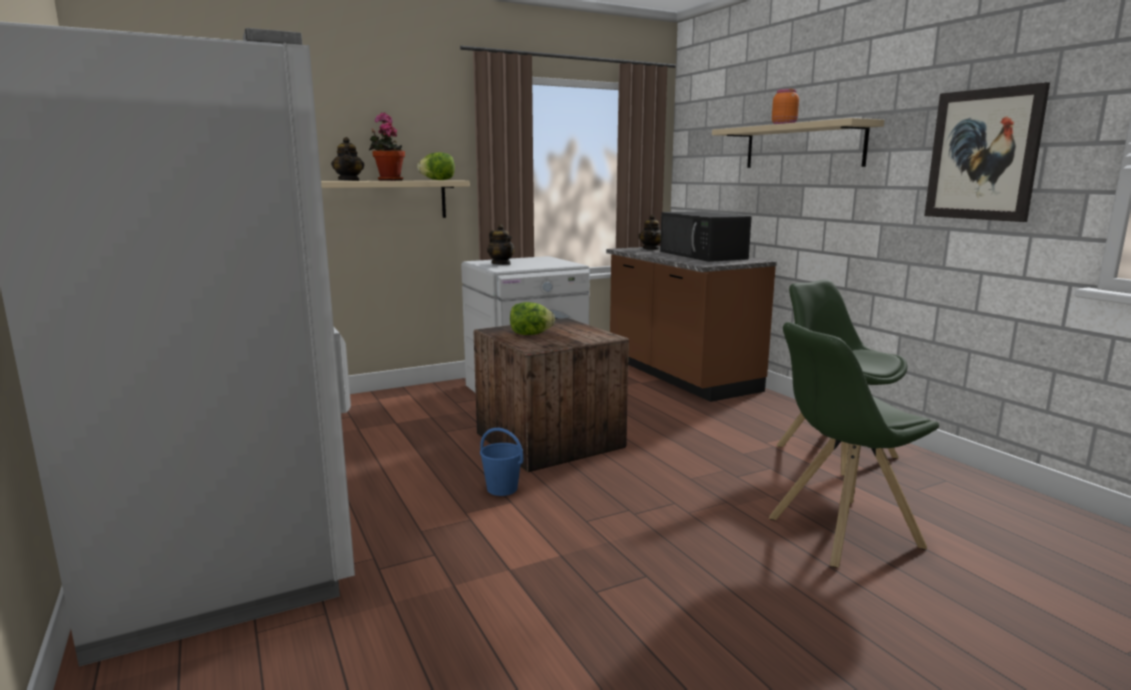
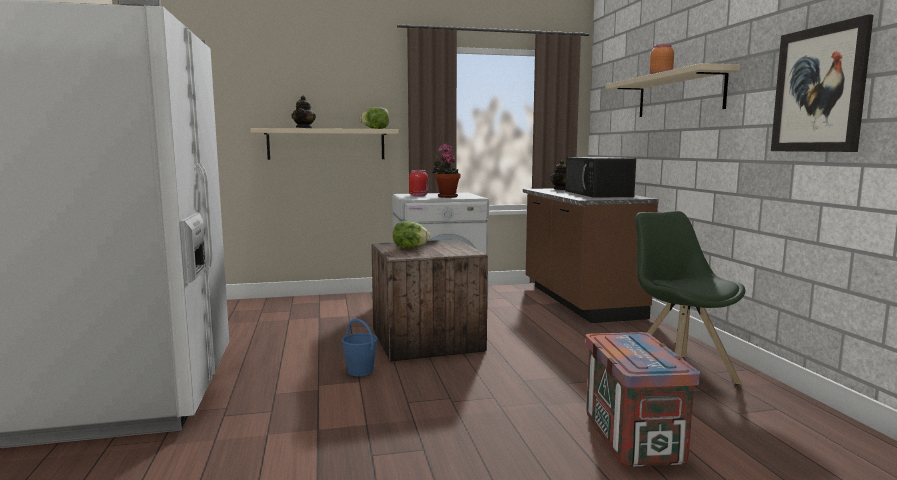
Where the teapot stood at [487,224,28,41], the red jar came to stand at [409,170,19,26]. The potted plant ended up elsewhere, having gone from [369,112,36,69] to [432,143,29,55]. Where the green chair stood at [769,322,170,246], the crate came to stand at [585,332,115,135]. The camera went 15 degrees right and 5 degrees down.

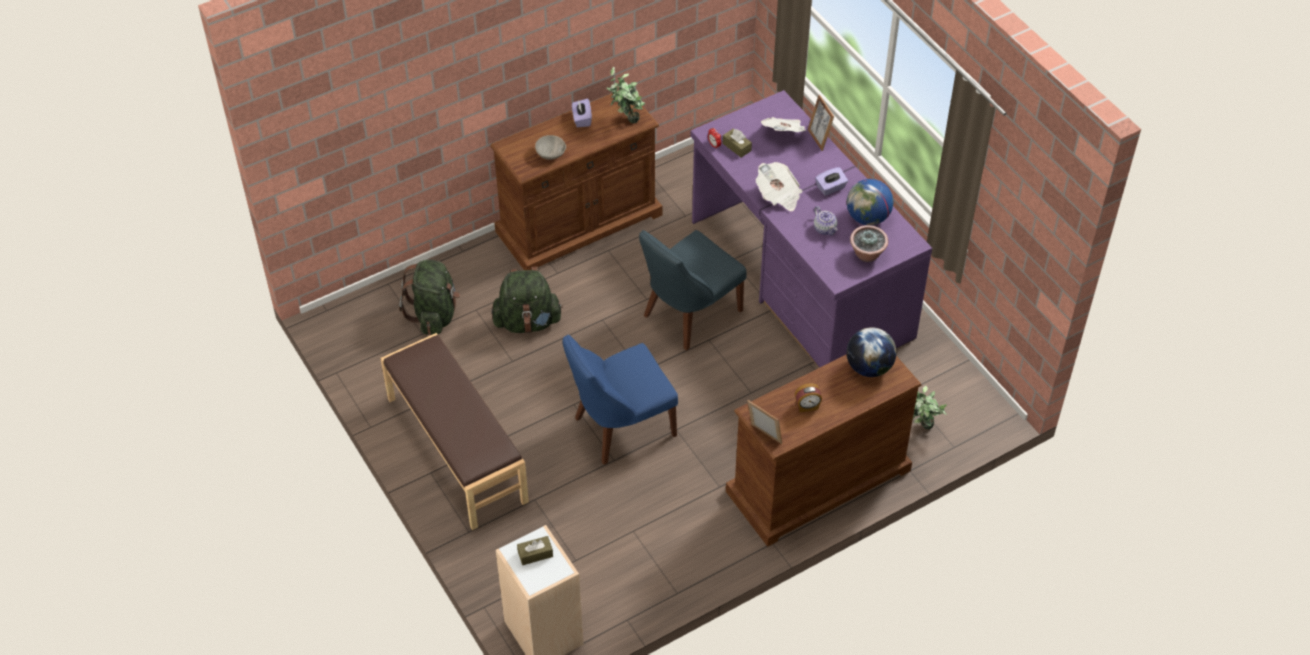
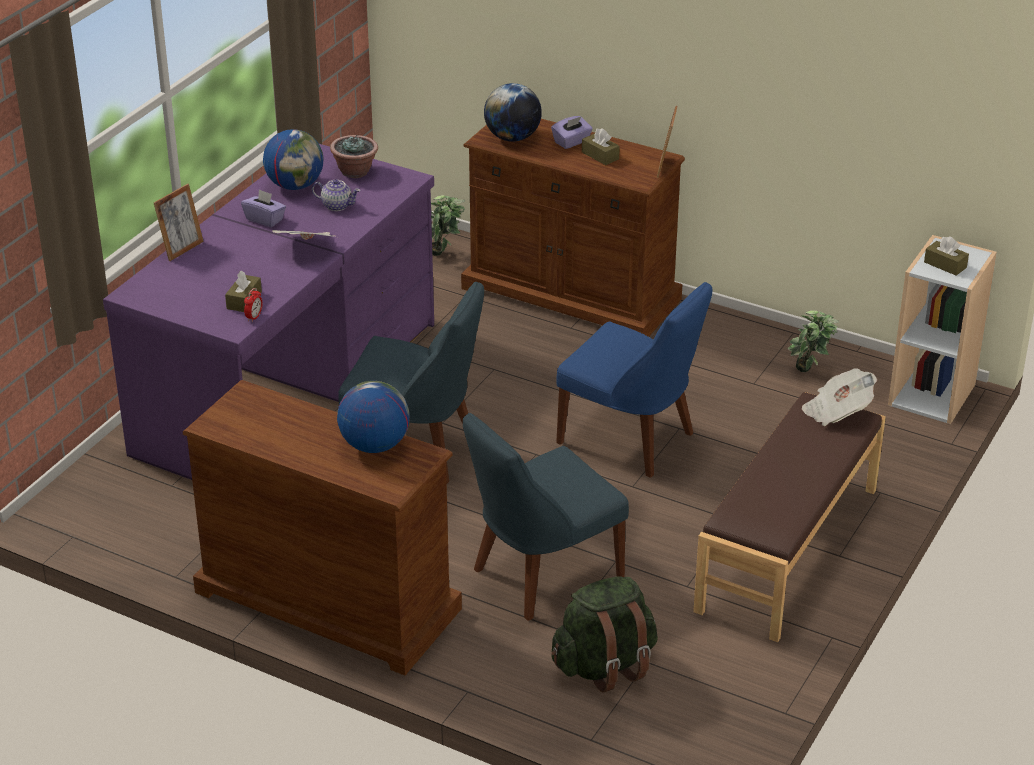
The teapot at [814,206,23,30] ended up facing another way, 75 degrees clockwise from before. Where the grey bowl stood at [535,135,31,25], the globe came to stand at [337,381,72,72]. Where the green backpack stood at [491,267,72,66], the blue chair came to stand at [463,413,166,208]. The purple tissue box ended up elsewhere, having gone from [572,99,20,28] to [551,116,42,33]. Where the alarm clock stood at [795,383,27,29], the brown tissue box came to stand at [582,128,38,37]. The potted plant ended up elsewhere, having gone from [606,66,39,58] to [788,310,51,62]. The newspaper ended up elsewhere, having gone from [761,117,45,15] to [802,368,75,58]. The camera went 120 degrees left and 15 degrees down.

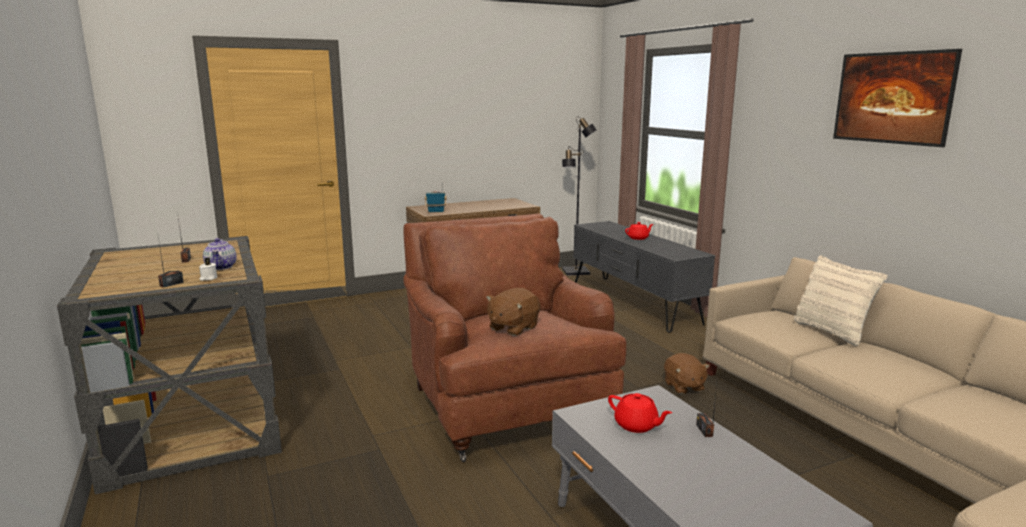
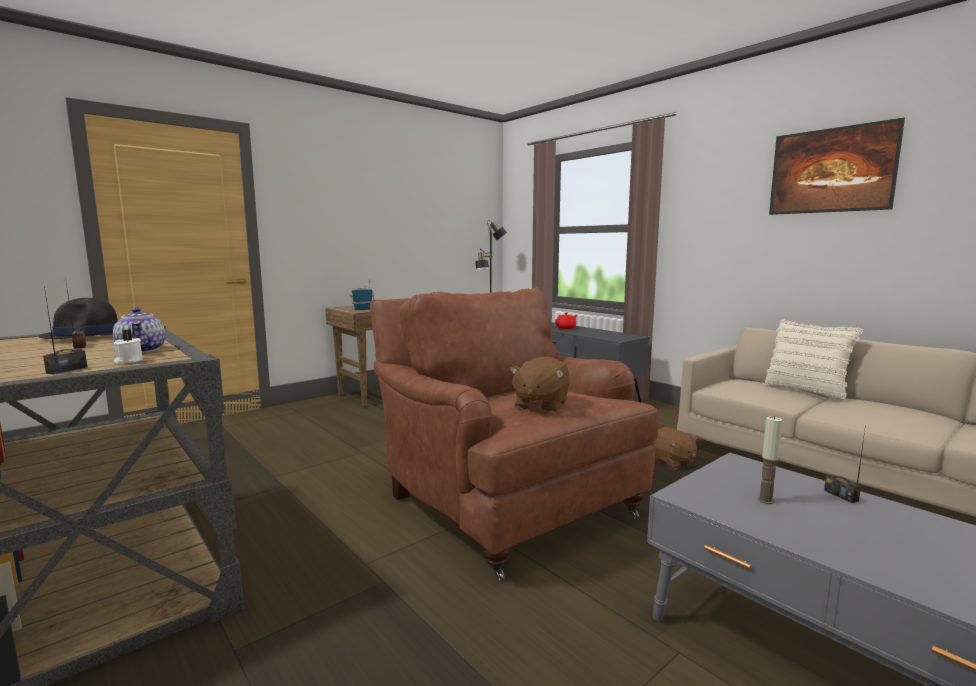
The second view gained the black hat at [39,298,79,41]. Where the red teapot stood at [608,393,64,40], the candle came to stand at [758,416,24,88]. The camera went 15 degrees left and 5 degrees down.

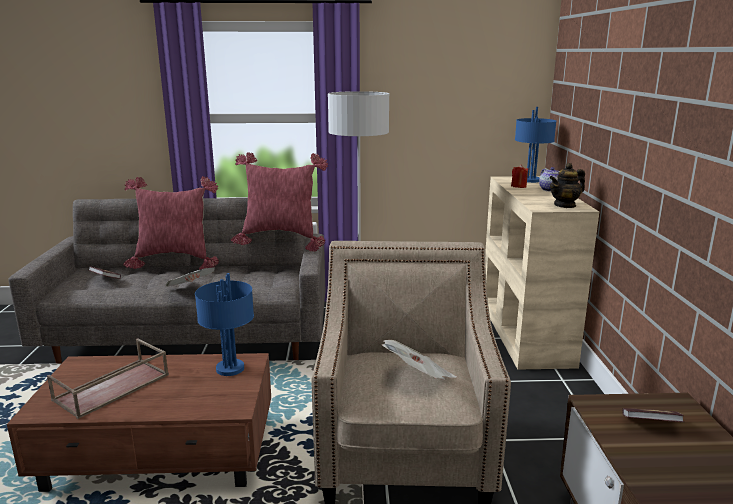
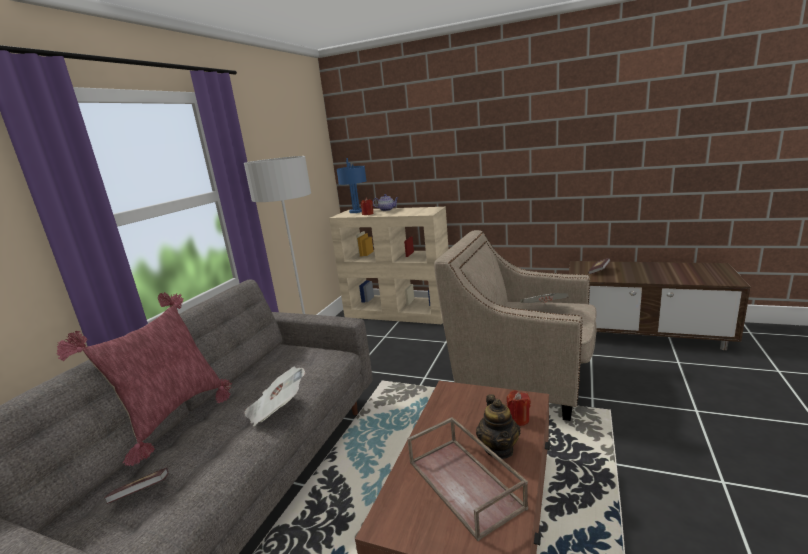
The teapot ended up elsewhere, having gone from [550,163,35,45] to [476,394,44,65]. The second view gained the red candle at [507,390,24,36]. The second view lost the blue table lamp at [195,273,59,103]. The second view lost the red pillow at [231,152,97,100]. The camera went 65 degrees left and 0 degrees up.

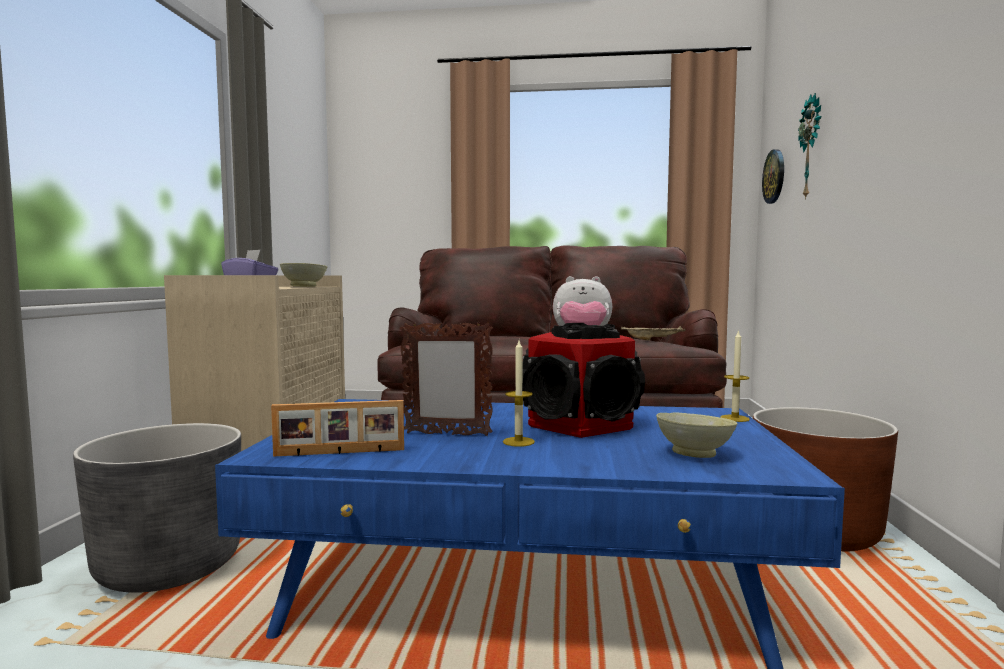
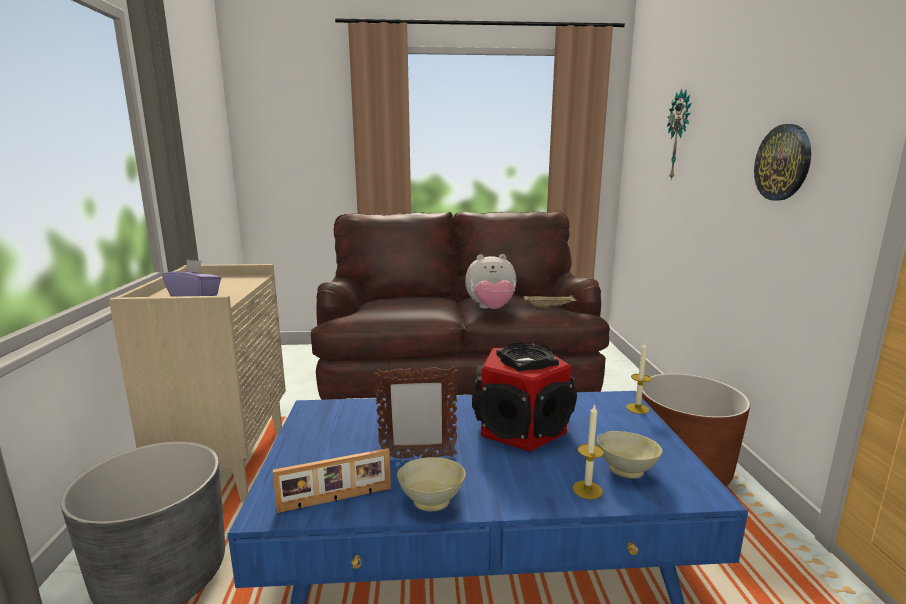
The beige bowl ended up elsewhere, having gone from [280,263,47,24] to [397,457,69,54]. The candle ended up elsewhere, having gone from [503,340,32,107] to [573,404,31,95]. The wall clock ended up elsewhere, having gone from [762,149,22,55] to [754,124,57,77]. The camera went 10 degrees left and 10 degrees up.

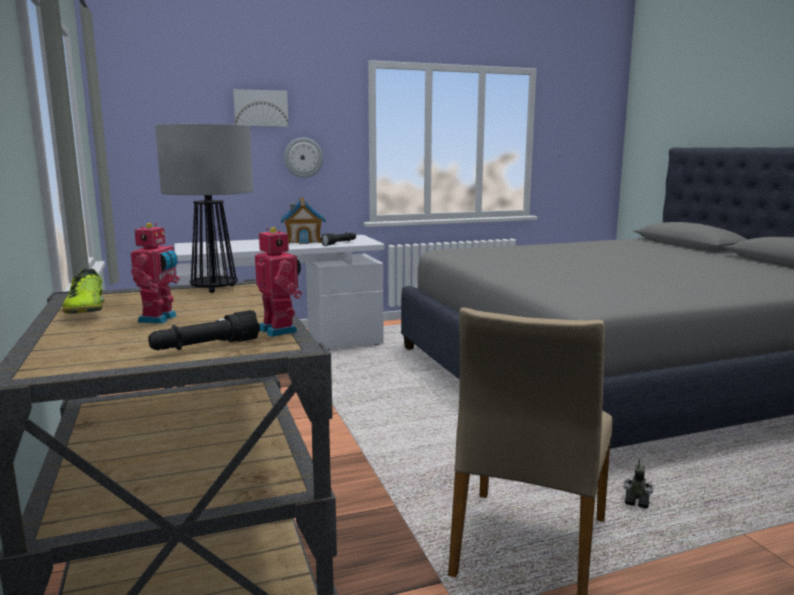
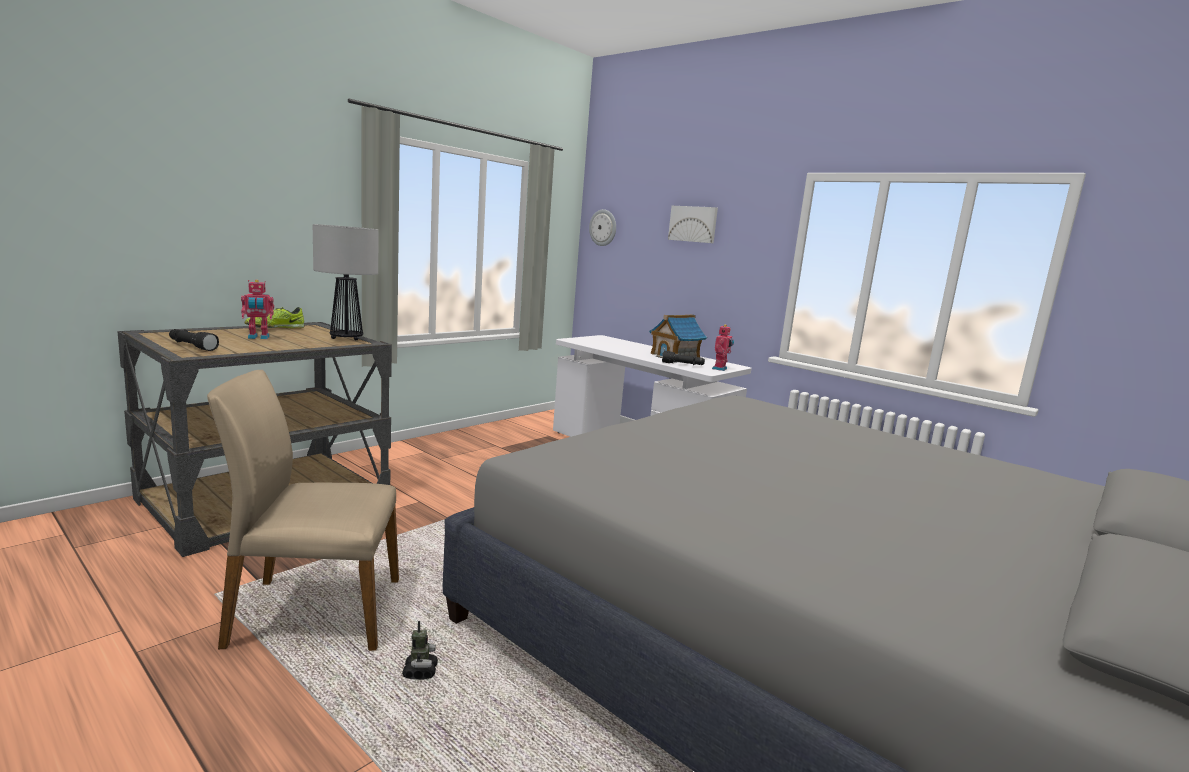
The wall clock ended up elsewhere, having gone from [284,138,39,40] to [589,209,27,37]. The toy robot ended up elsewhere, having gone from [255,227,47,110] to [712,325,22,46]. The camera went 60 degrees right and 0 degrees up.

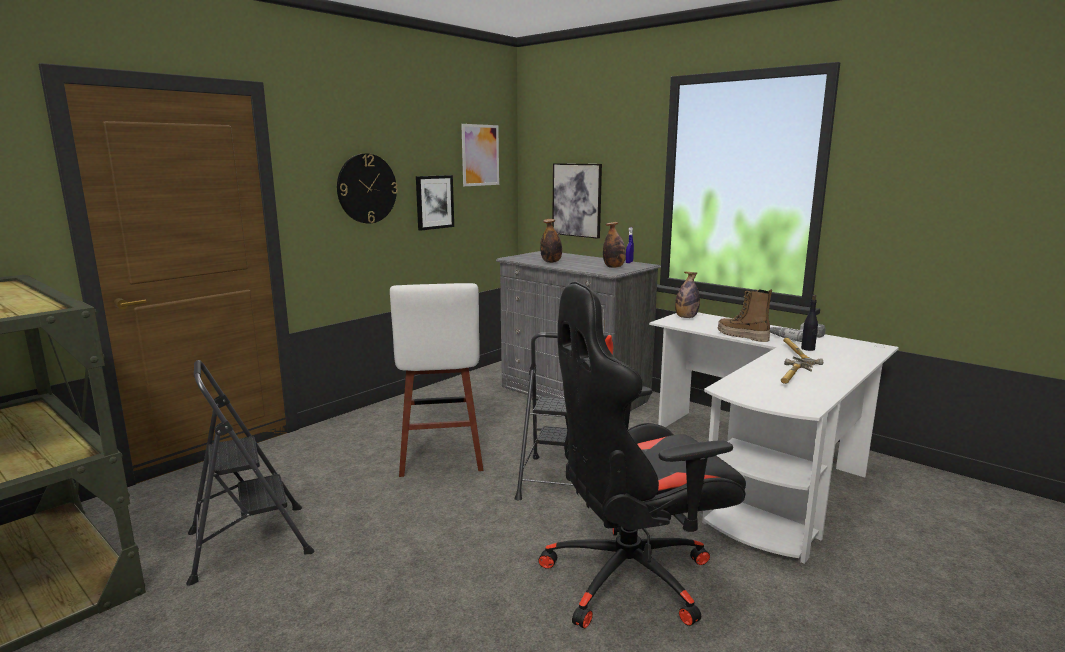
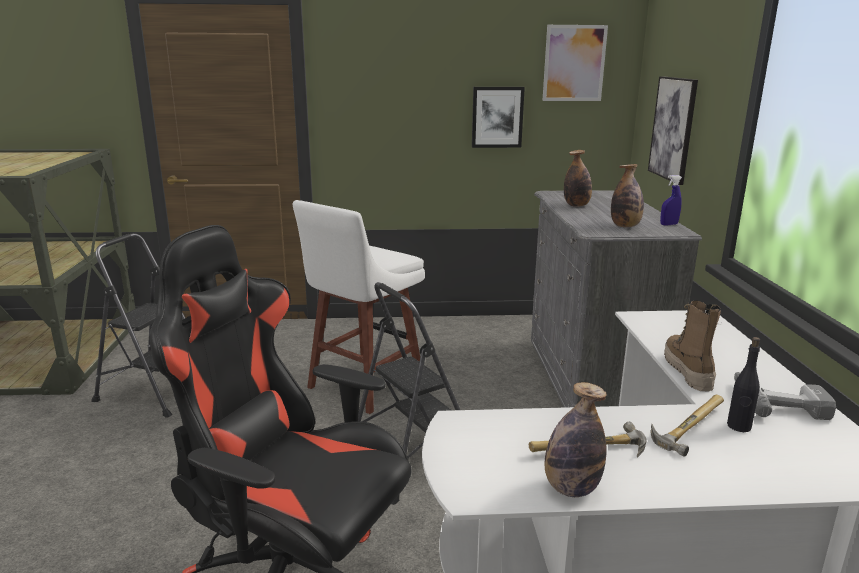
The bottle ended up elsewhere, having gone from [675,272,25,46] to [545,382,62,115]. The second view lost the wall clock at [337,153,61,71]. The camera went 45 degrees right and 5 degrees up.

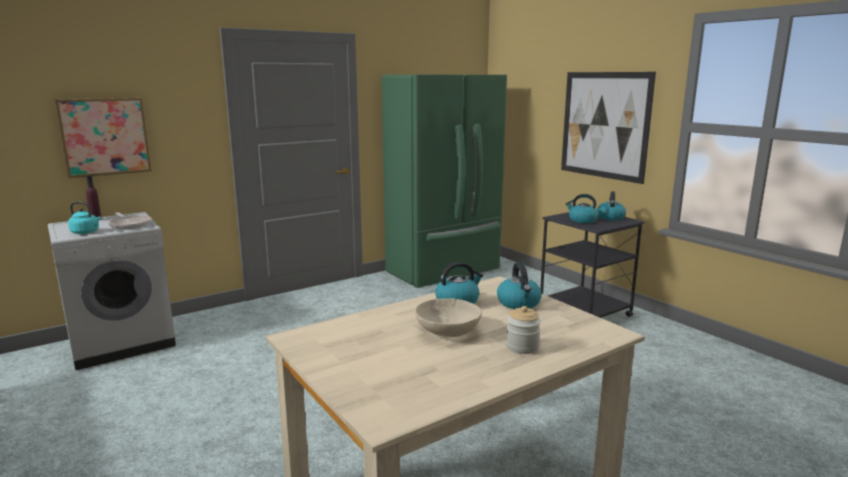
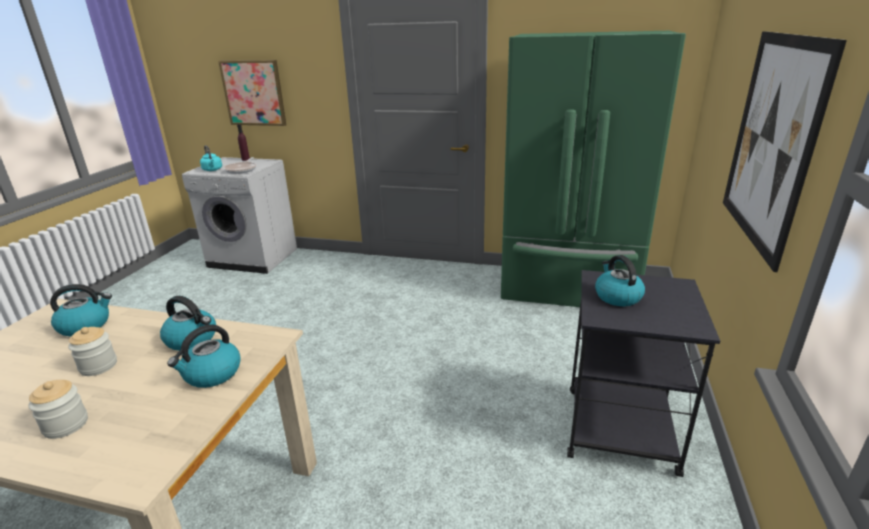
The kettle ended up elsewhere, having gone from [597,191,29,29] to [50,284,62,53]. Where the beige bowl stood at [415,298,67,39], the jar came to stand at [68,327,49,49]. The camera went 50 degrees right and 10 degrees up.

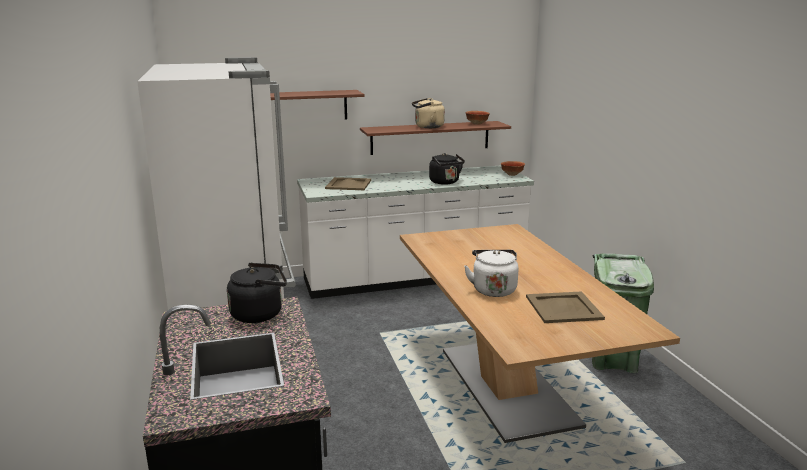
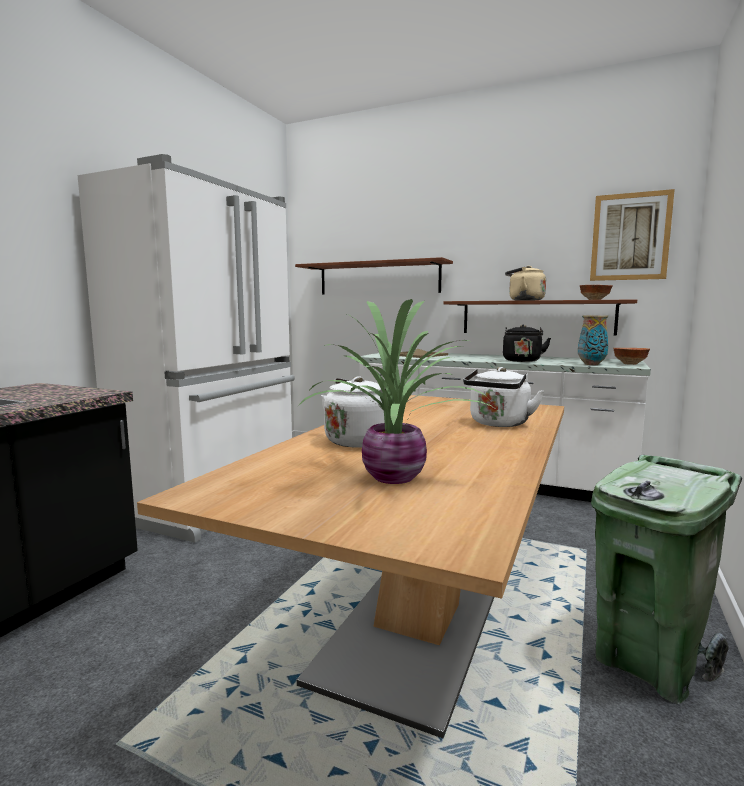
Where the beige tray stood at [526,291,79,32], the potted plant came to stand at [297,299,200,185]. The second view gained the white kettle at [463,367,81,60]. The second view gained the vase at [578,315,30,50]. The second view gained the picture at [590,189,85,92]. The second view lost the black kettle at [227,263,60,60]. The camera went 40 degrees right and 10 degrees down.

